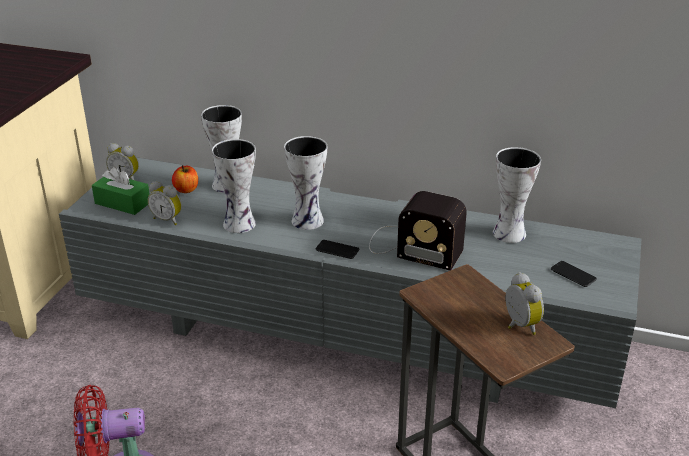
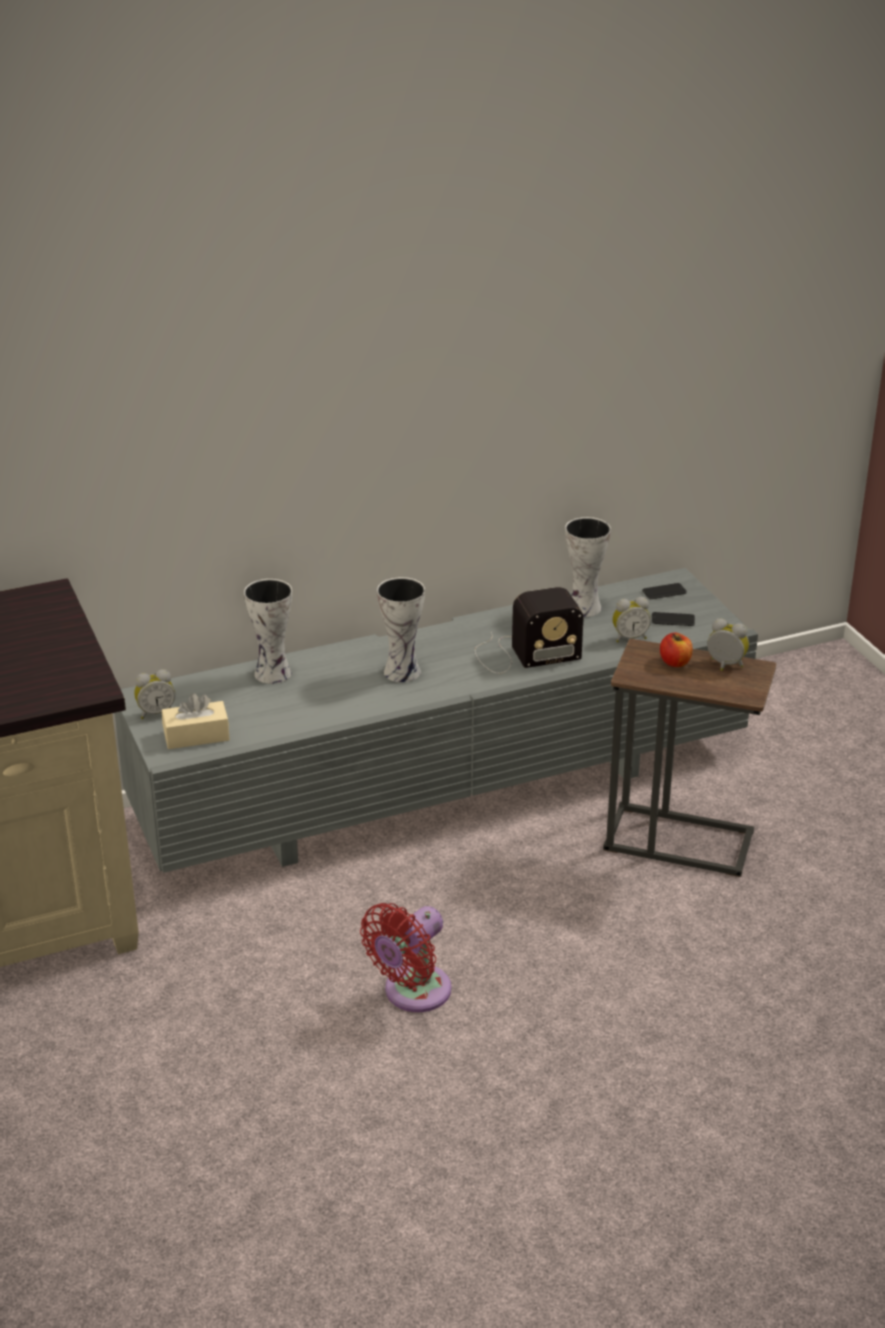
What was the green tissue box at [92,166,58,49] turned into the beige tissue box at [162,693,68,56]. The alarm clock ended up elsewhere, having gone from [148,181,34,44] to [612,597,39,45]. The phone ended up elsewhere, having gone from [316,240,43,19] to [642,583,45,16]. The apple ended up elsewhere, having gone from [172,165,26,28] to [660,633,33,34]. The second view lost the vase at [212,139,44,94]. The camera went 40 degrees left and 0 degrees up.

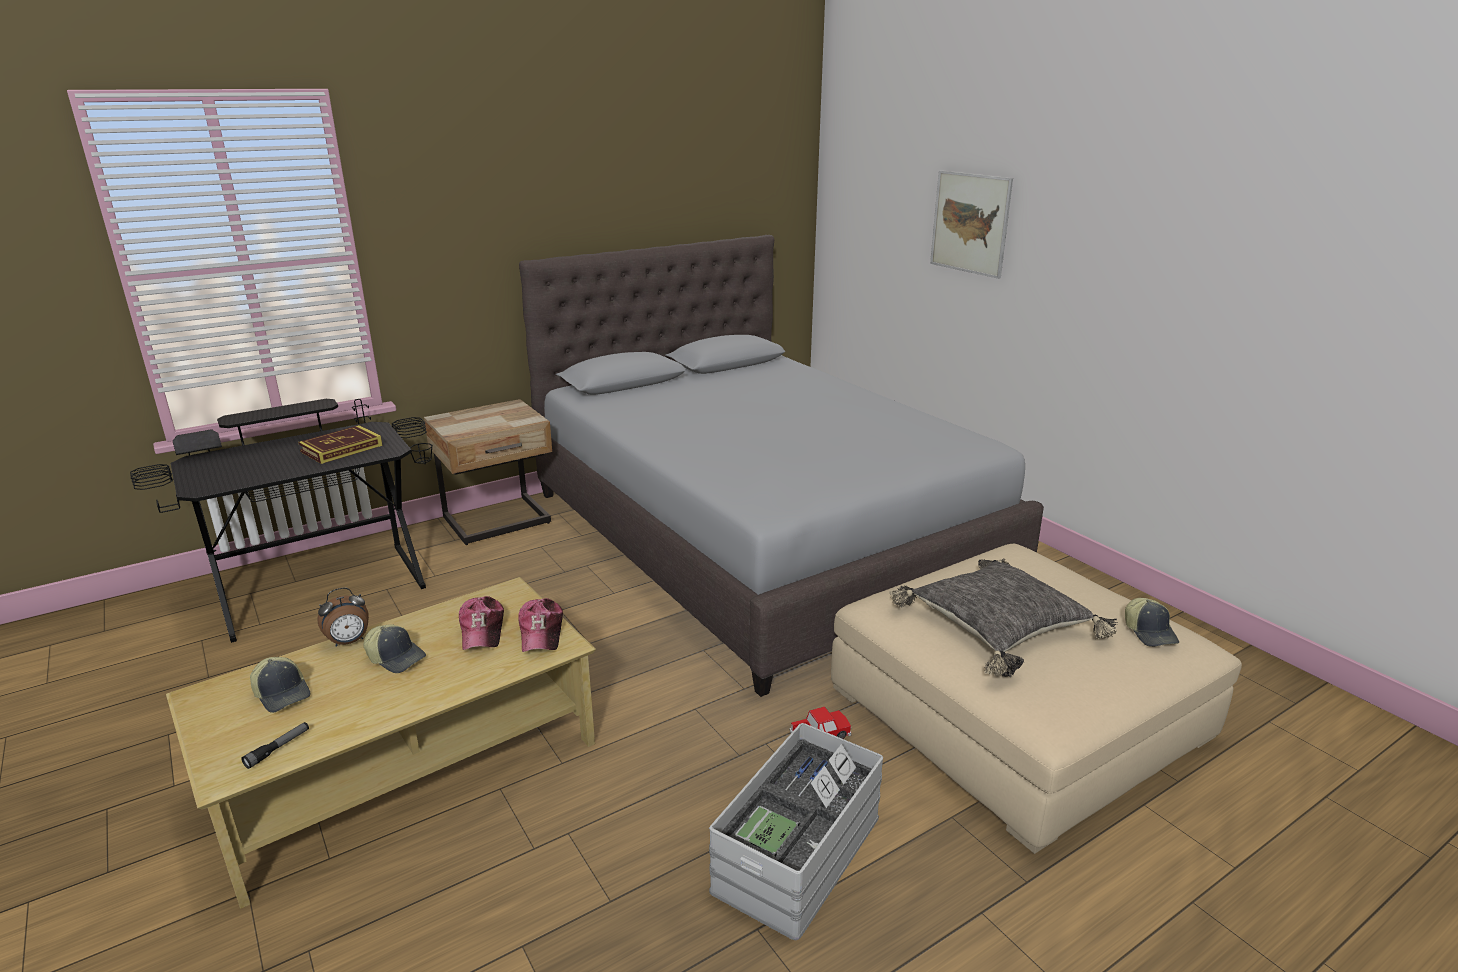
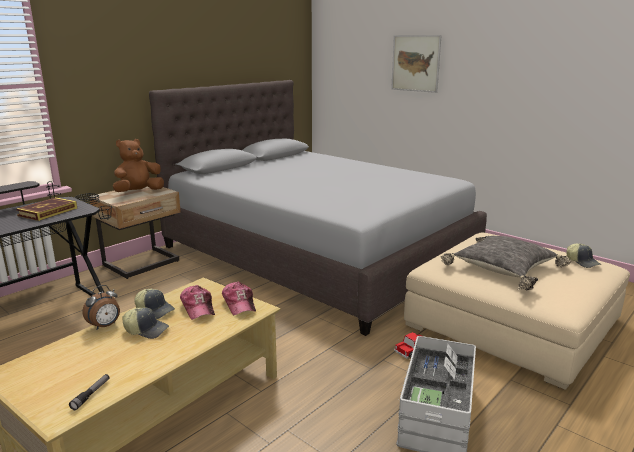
The second view gained the brown plush toy at [113,139,51,53]. The cap ended up elsewhere, having gone from [250,657,61,56] to [134,289,41,30]. The camera went 15 degrees left and 5 degrees down.

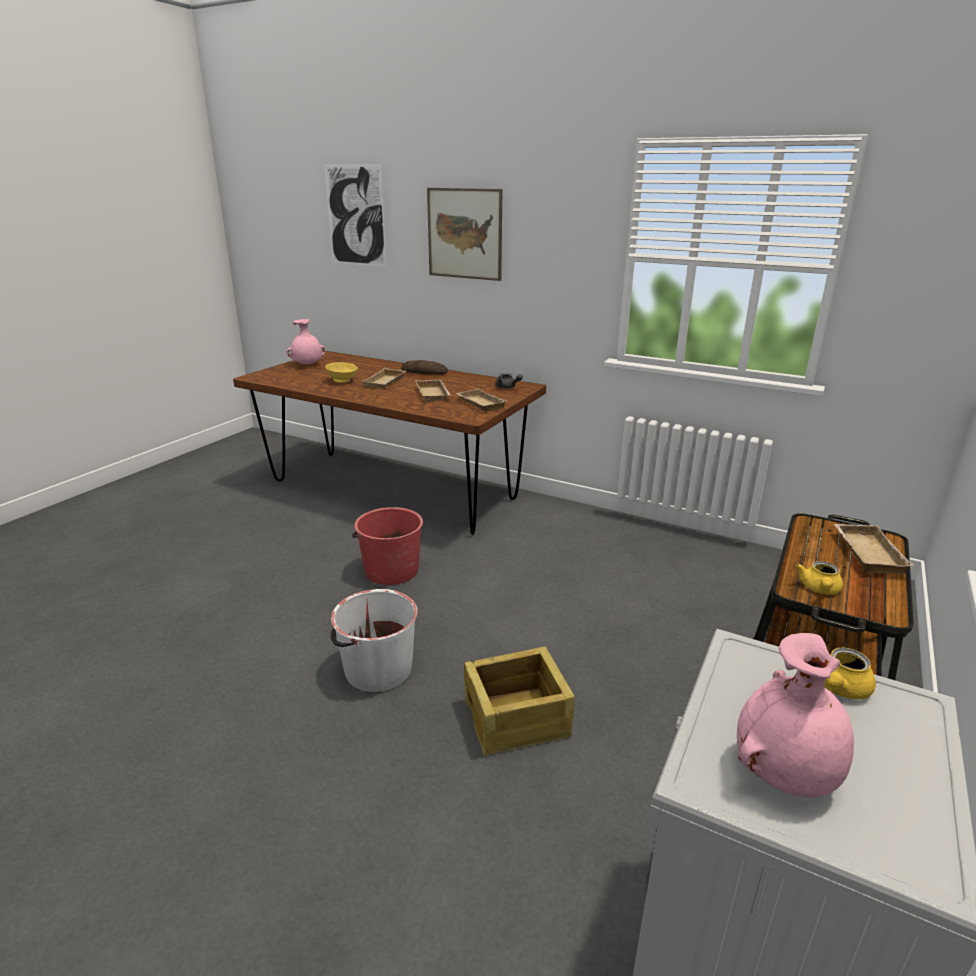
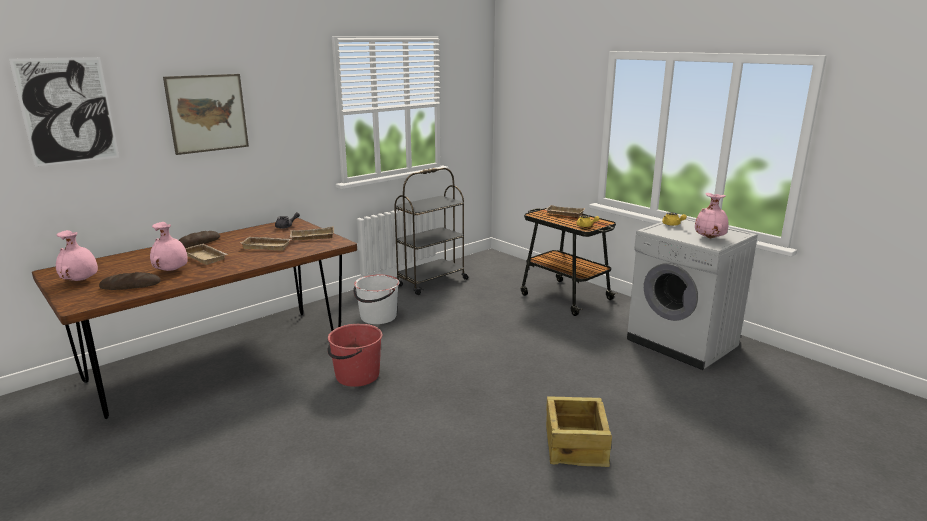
The second view gained the bread at [99,272,61,18]. Where the yellow bowl stood at [325,362,33,21], the pink vase came to stand at [150,222,38,49]. The white bucket ended up elsewhere, having gone from [331,589,86,103] to [353,275,47,49]. The second view gained the black cart at [394,168,74,127]. The crate ended up elsewhere, having gone from [464,647,111,110] to [546,396,66,71]. The camera went 70 degrees left and 5 degrees down.

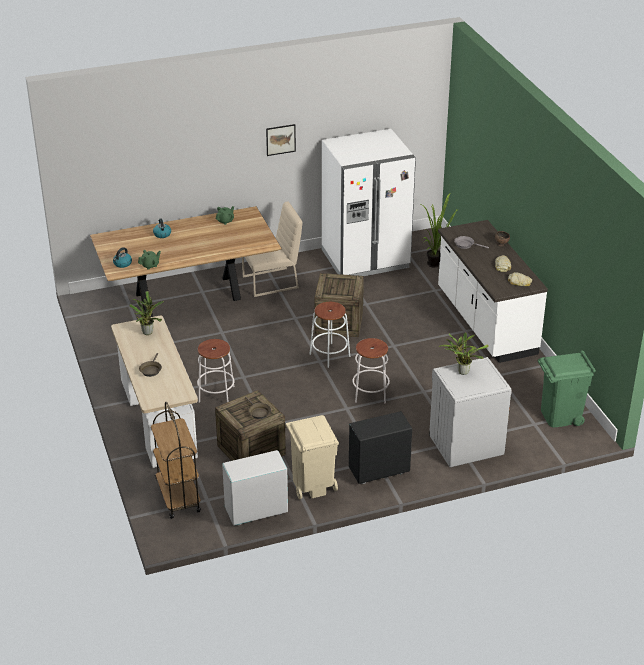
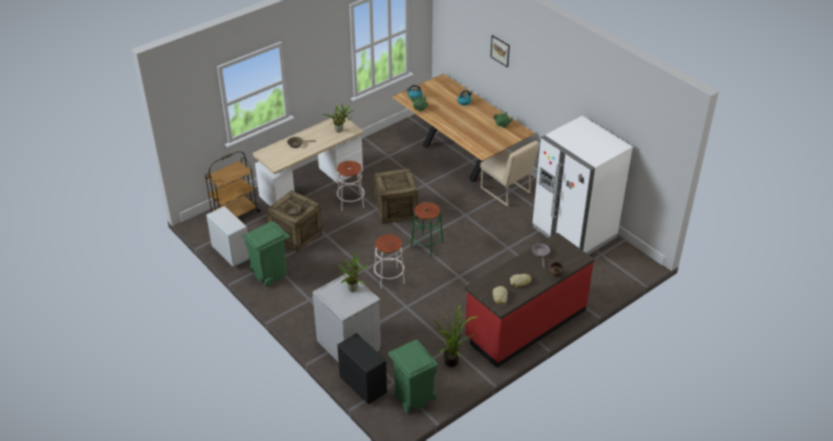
What was the beige trash can at [286,415,53,84] turned into the green trash can at [242,221,48,65]. The black nightstand ended up elsewhere, having gone from [349,411,63,73] to [337,333,50,71]. The crate ended up elsewhere, having gone from [315,273,49,64] to [374,168,44,56]. What was the white stool at [309,302,41,66] turned into the green stool at [411,202,32,54]. The potted plant ended up elsewhere, having gone from [419,192,38,75] to [434,303,43,64]. What was the white counter at [438,220,110,143] turned into the red counter at [465,232,129,136]. The picture ended up elsewhere, having gone from [266,124,30,32] to [490,35,20,32]. The camera went 70 degrees right and 5 degrees up.

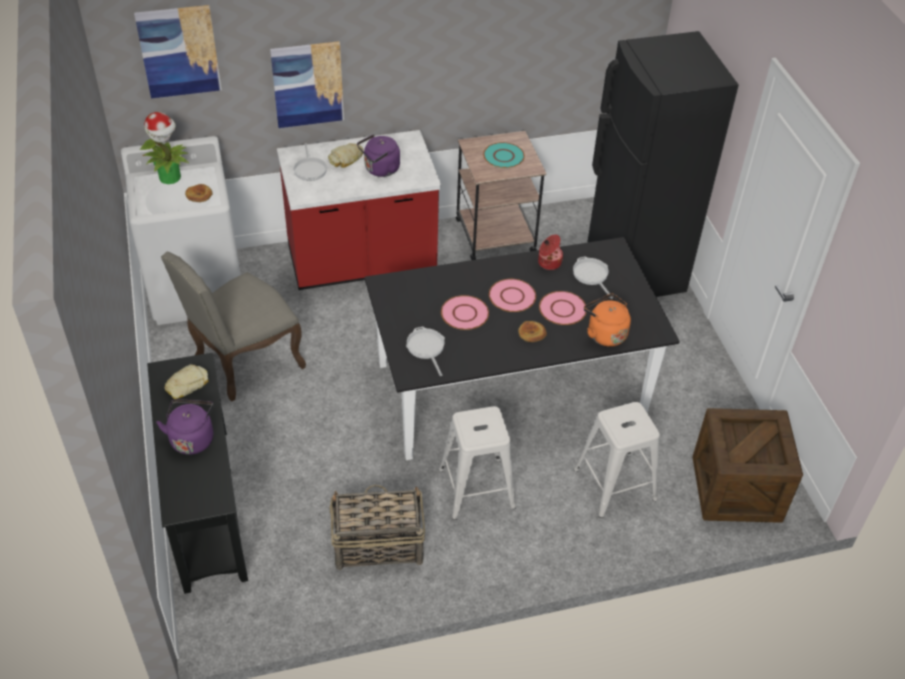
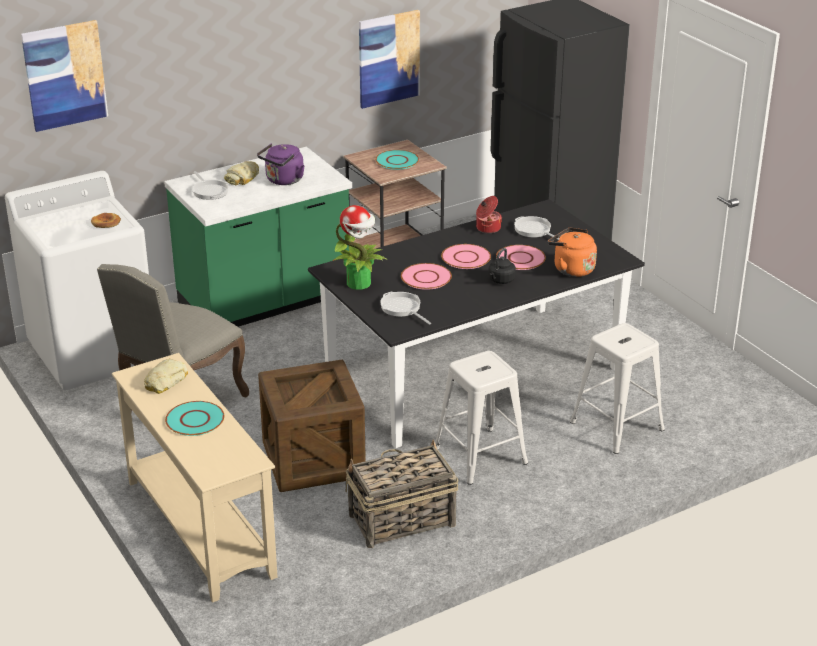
What was the black console table at [147,353,101,241] turned into the beige console table at [112,353,166,250]. What was the red counter at [277,130,164,160] turned into the green counter at [164,147,188,180]. Where the purple kettle stood at [156,399,57,56], the turquoise plate came to stand at [165,401,59,35]. The crate ended up elsewhere, having gone from [692,408,111,115] to [258,360,108,132]. The potted plant ended up elsewhere, having gone from [140,112,49,72] to [333,205,53,85]. The picture ended up elsewhere, having gone from [270,41,74,87] to [359,10,61,99]. Where the bread stood at [518,321,29,21], the black kettle came to stand at [488,248,28,36]. The camera went 15 degrees left and 15 degrees down.

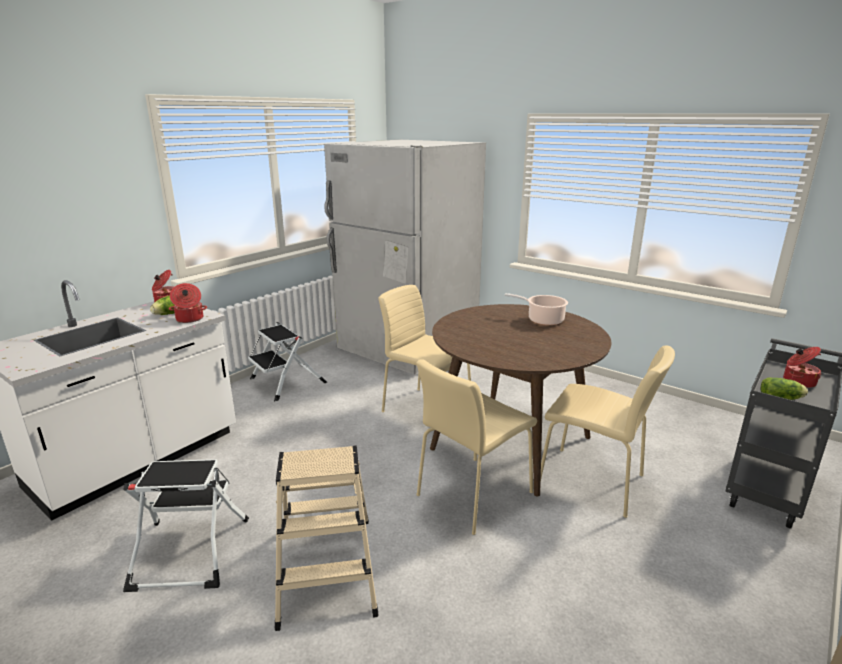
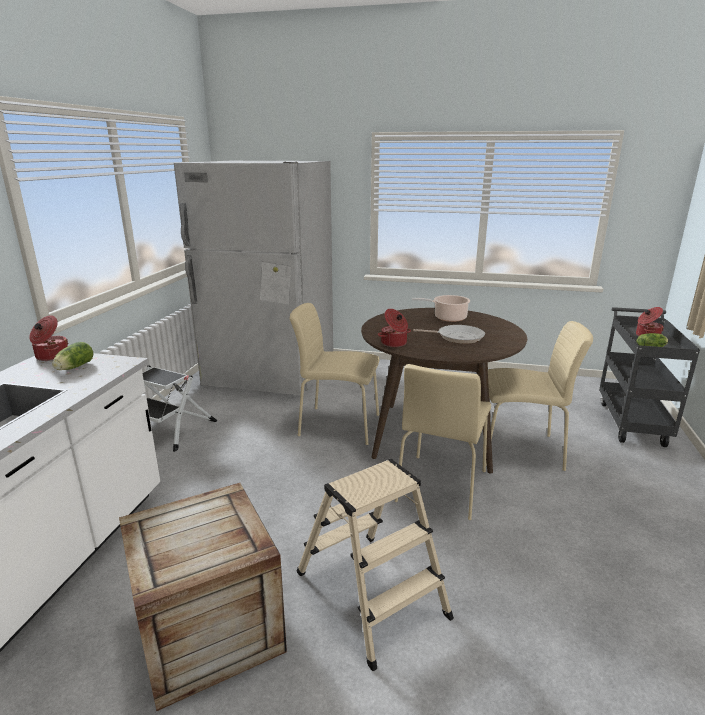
Where the step ladder stood at [123,459,126,133], the crate came to stand at [119,483,168,228]. The cooking pot ended up elsewhere, having gone from [169,283,38,40] to [378,309,33,38]. The second view gained the frying pan at [413,325,72,19]. The camera went 25 degrees left and 0 degrees up.

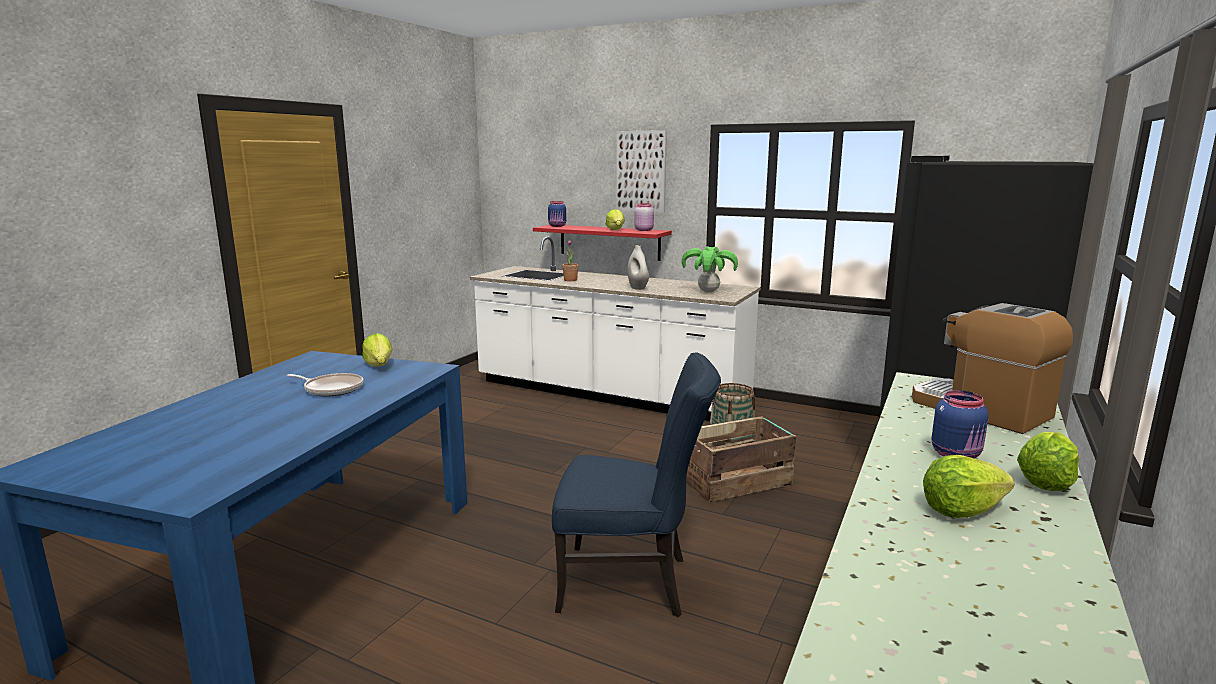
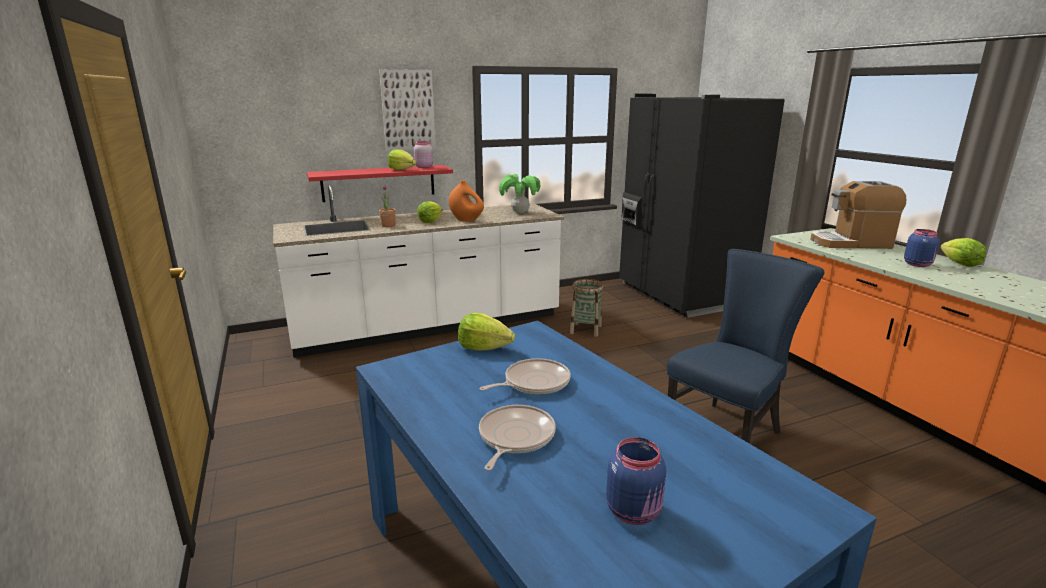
The lettuce ended up elsewhere, having gone from [923,455,91,63] to [417,201,26,22]. What was the white vase at [628,245,21,45] turned into the orange vase at [449,181,35,41]. The second view gained the frying pan at [479,405,77,66]. The blue jar ended up elsewhere, having gone from [548,201,18,26] to [606,437,60,88]. The second view lost the crate at [686,416,110,86]. The camera went 50 degrees left and 5 degrees up.

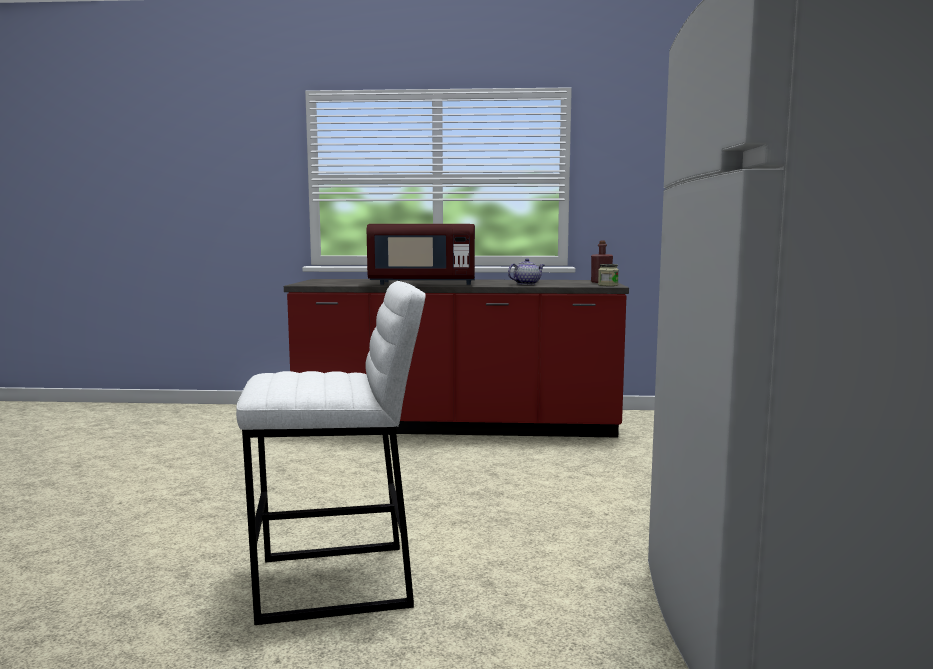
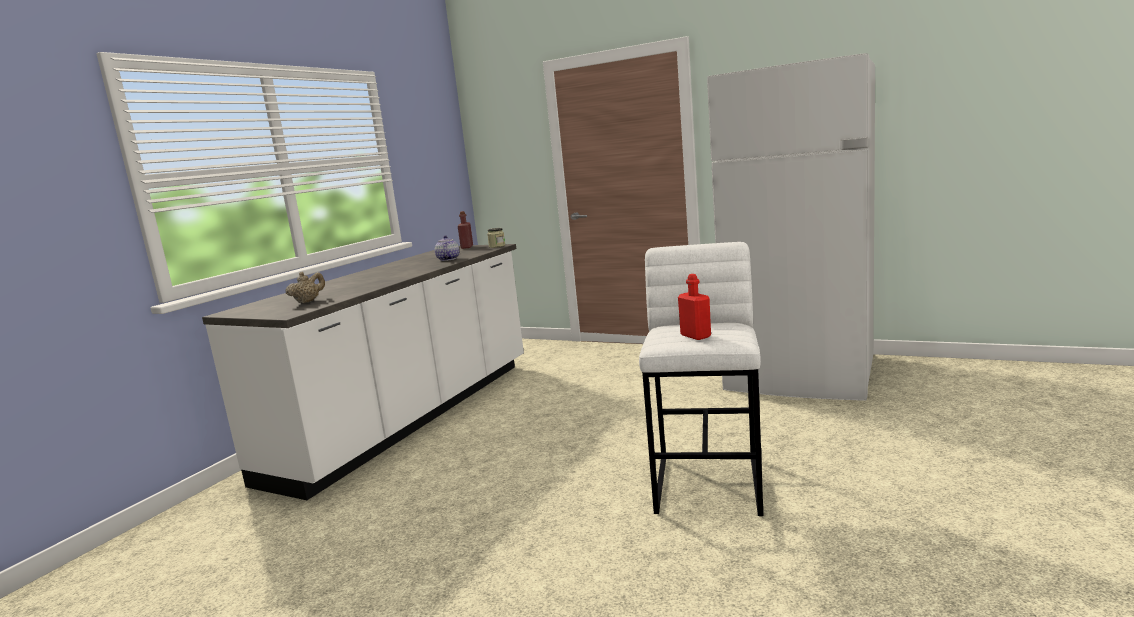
What was the red counter at [284,279,345,159] turned into the white counter at [202,244,322,256]. The second view gained the beige teapot at [285,272,40,31]. The second view gained the red bottle at [678,274,33,66]. The second view lost the red microwave at [367,224,108,61]. The camera went 65 degrees left and 5 degrees up.

